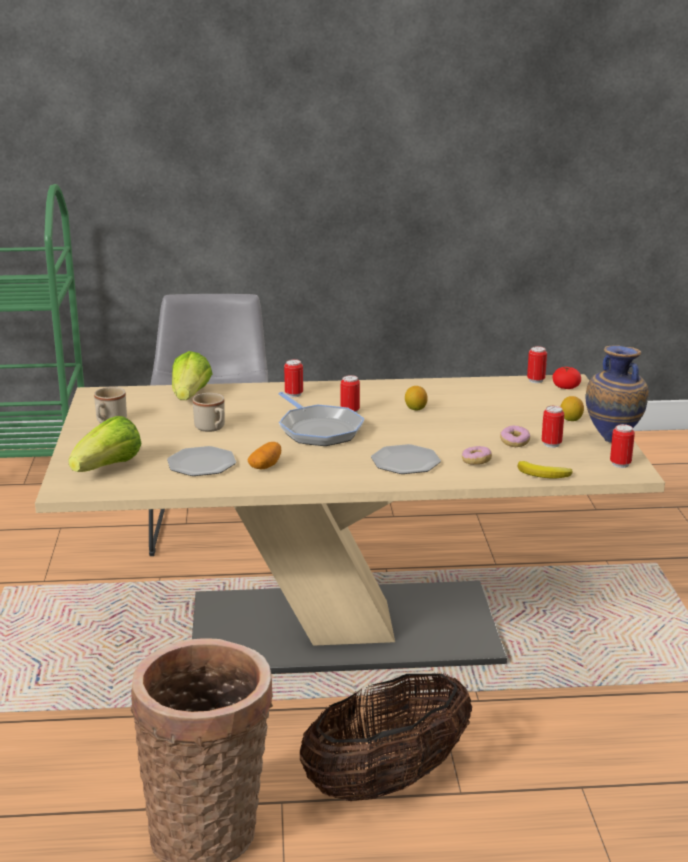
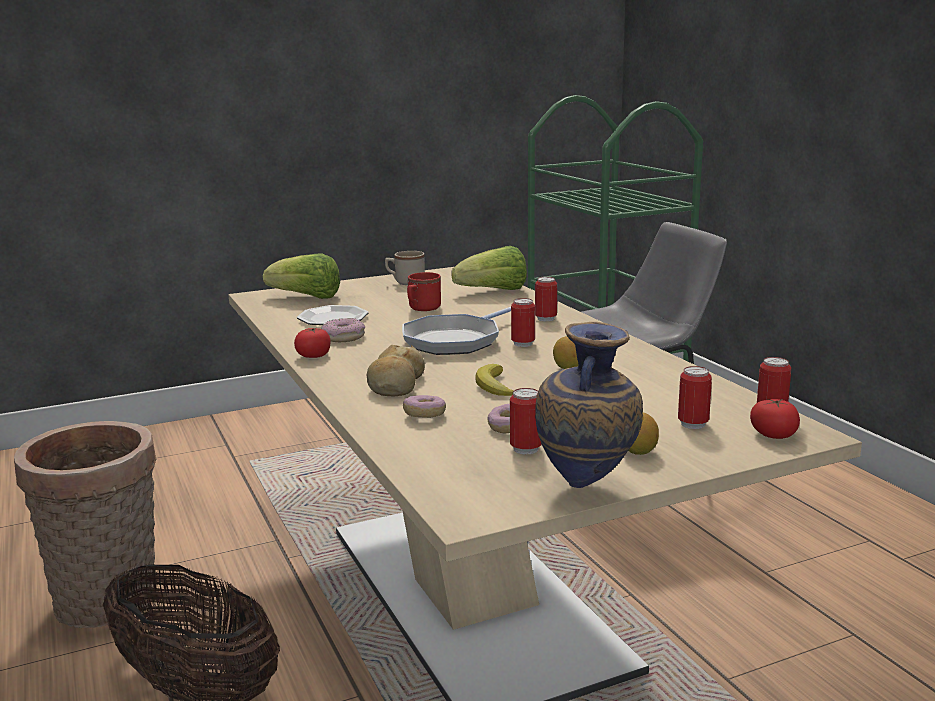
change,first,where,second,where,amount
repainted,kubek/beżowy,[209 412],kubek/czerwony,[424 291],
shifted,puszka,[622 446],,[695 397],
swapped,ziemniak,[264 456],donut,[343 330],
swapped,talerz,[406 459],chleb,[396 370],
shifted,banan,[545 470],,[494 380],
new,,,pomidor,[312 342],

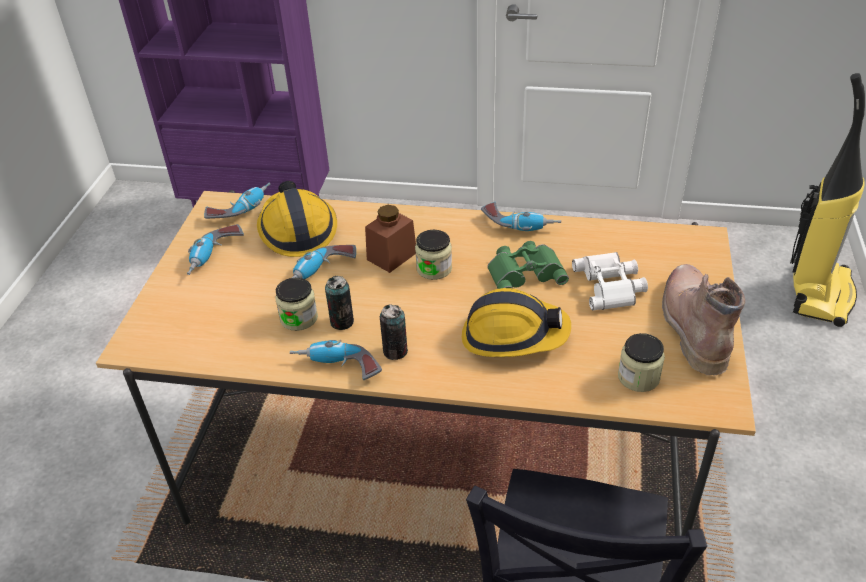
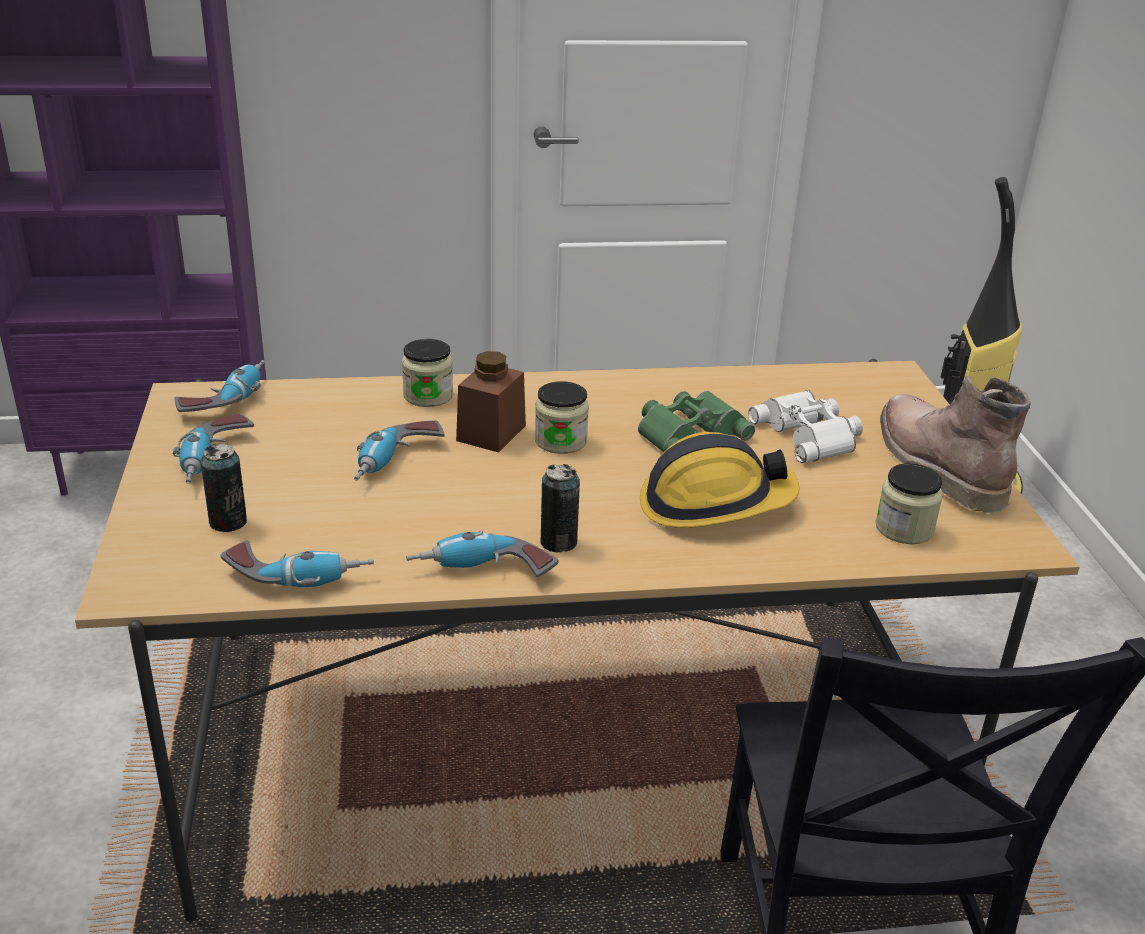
change,first,where,second,where,amount
gone,kask,[297 219],,,
shifted,wiertarka,[521 216],,[297 563],
shifted,puszka,[339 303],,[224 487],
shifted,słoik,[296 304],,[427 373],

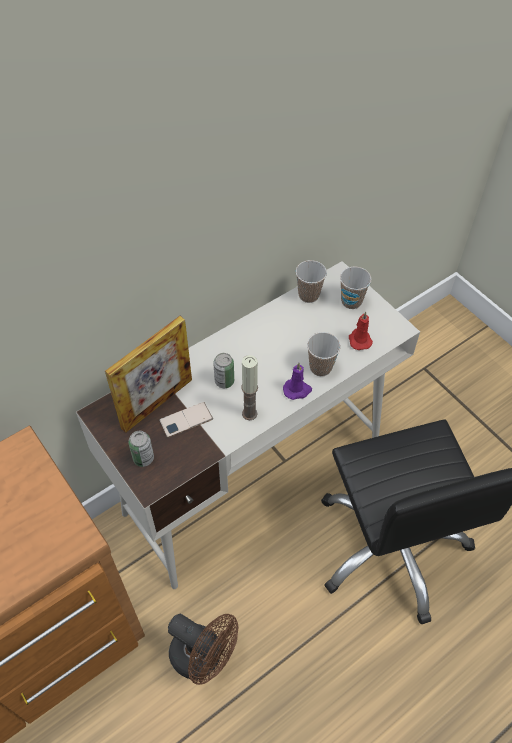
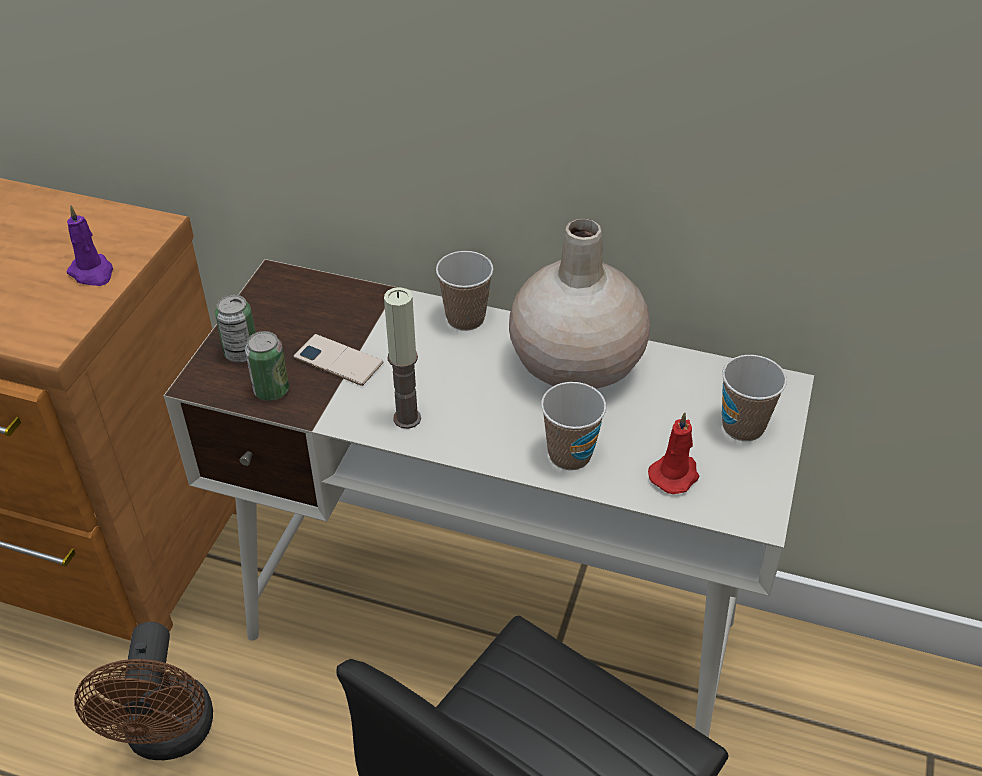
change,first,where,second,where,amount
shifted,filiżanka,[311 281],,[465 291],
gone,ramka na zdjęcie,[148 374],,,
shifted,puszka,[223 370],,[267 366],
shifted,świeca/fioletowy,[297 381],,[90 245],
new,,,wazon/beżowy,[579 303],

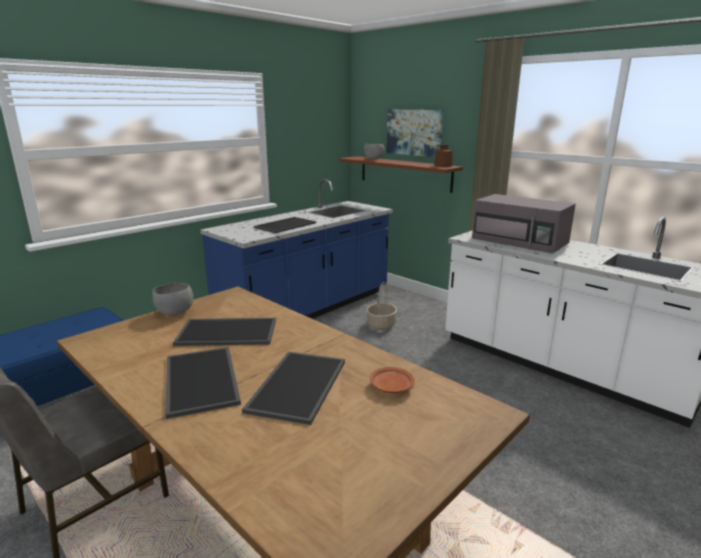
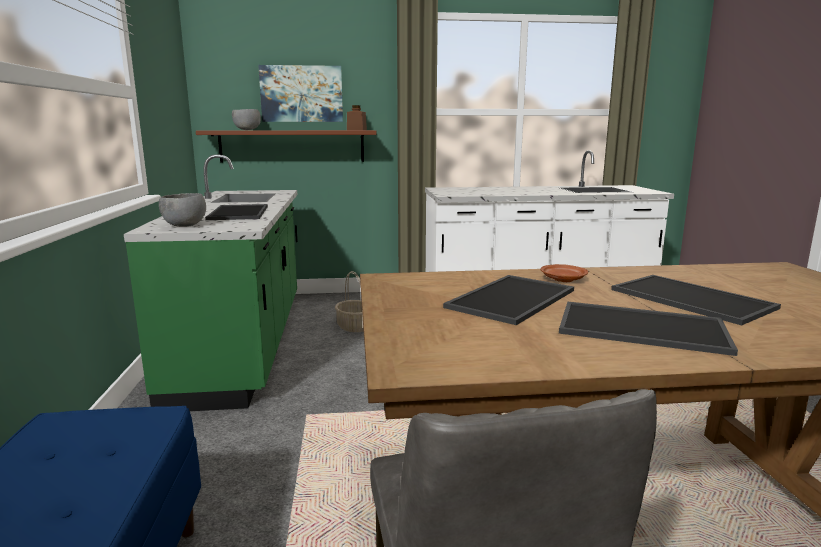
change,first,where,second,where,amount
repainted,zabudowa kuchenna/niebieski,[296 249],zabudowa kuchenna/zielony,[211 282],
gone,mikrofalówka/szary,[524 223],,,
shifted,miska/szary,[172 299],,[182 210],
shifted,talerz/brązowy,[392 380],,[564 273],

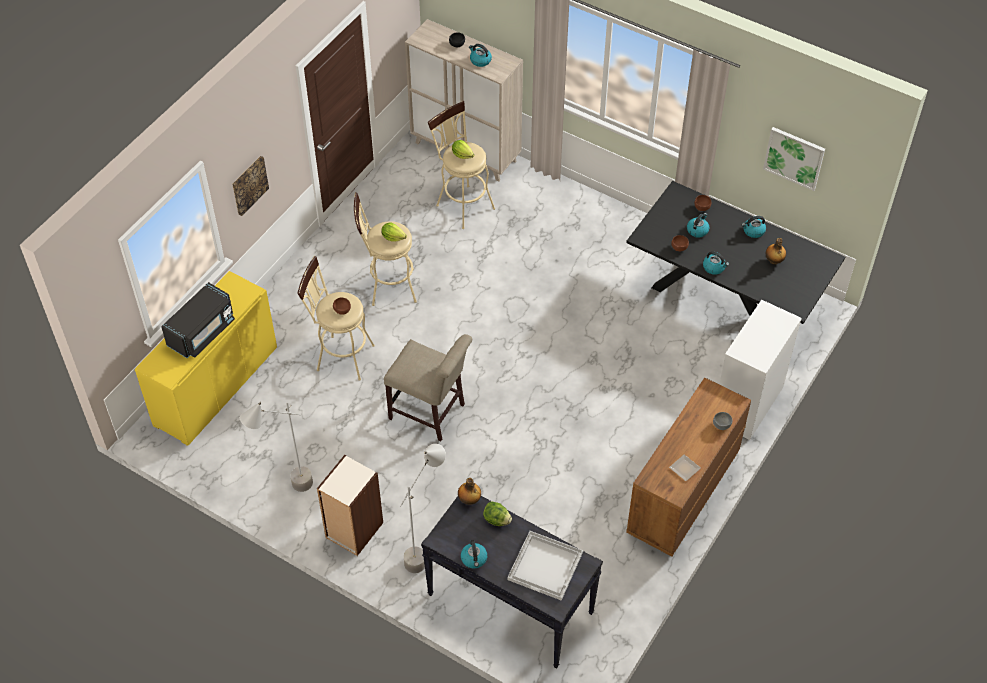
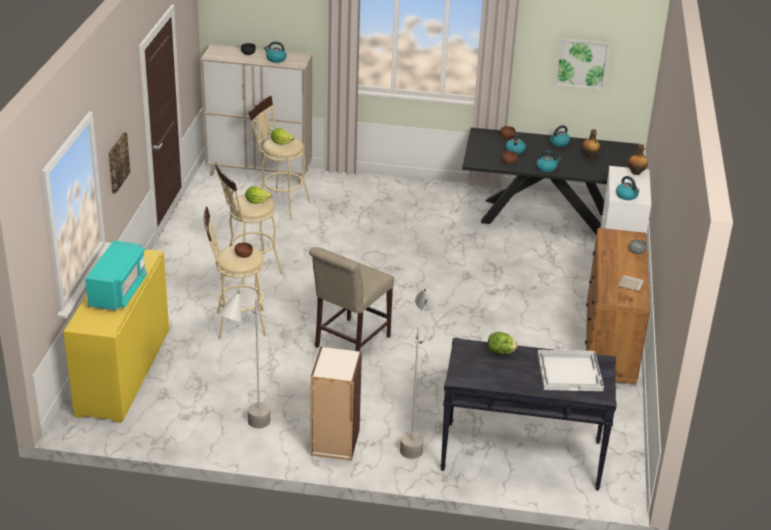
change,first,where,second,where,amount
repainted,mikrofalówka/czarny,[198 320],mikrofalówka/turkusowy,[116 275],
rotated,krzesło/beżowy,[428 387],,[351 299],120 degrees clockwise
shifted,butelka,[469 491],,[638 159],
shifted,czajnik,[474 554],,[627 188],

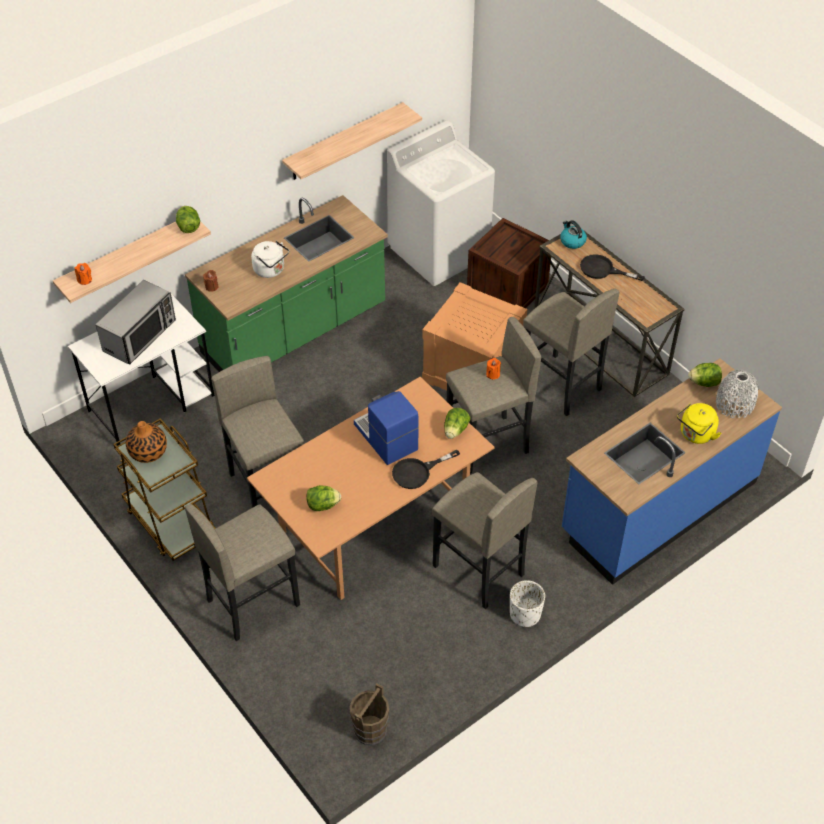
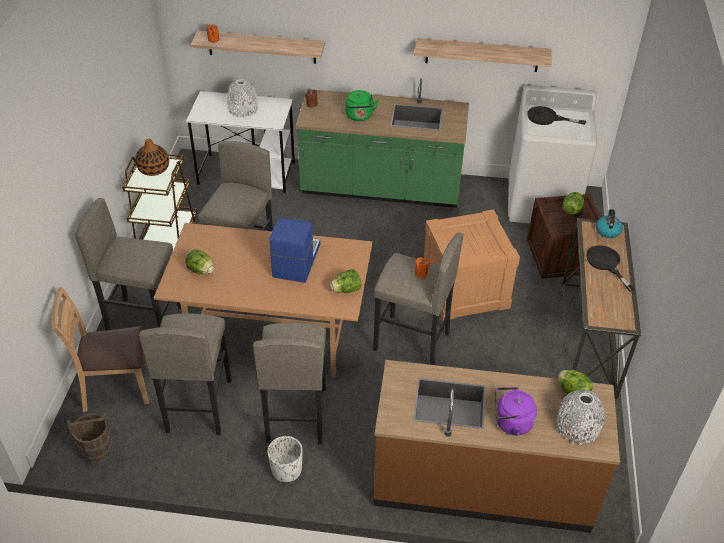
change,first,where,second,where,amount
shifted,sałata,[188 219],,[573 203],
repainted,czajnik/biały,[270 259],czajnik/zielony,[362 105],
swapped,mikrofalówka,[136 322],wazon/biały,[242 98],
shifted,stołek/szary,[571 352],,[185 374],
repainted,zabudowa kuchenna/niebieski,[672 471],zabudowa kuchenna/brązowy,[497 446],
repainted,czajnik/żółty,[699 423],czajnik/fioletowy,[516 411],
shifted,patelnia/czarny,[426 469],,[556 115],
new,,,krzesło/brązowy,[100 349],

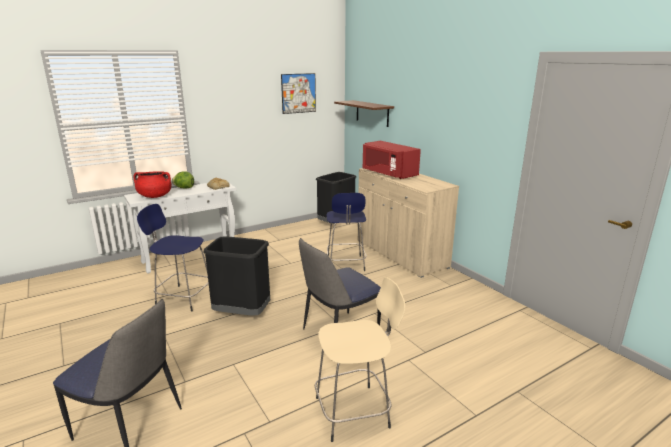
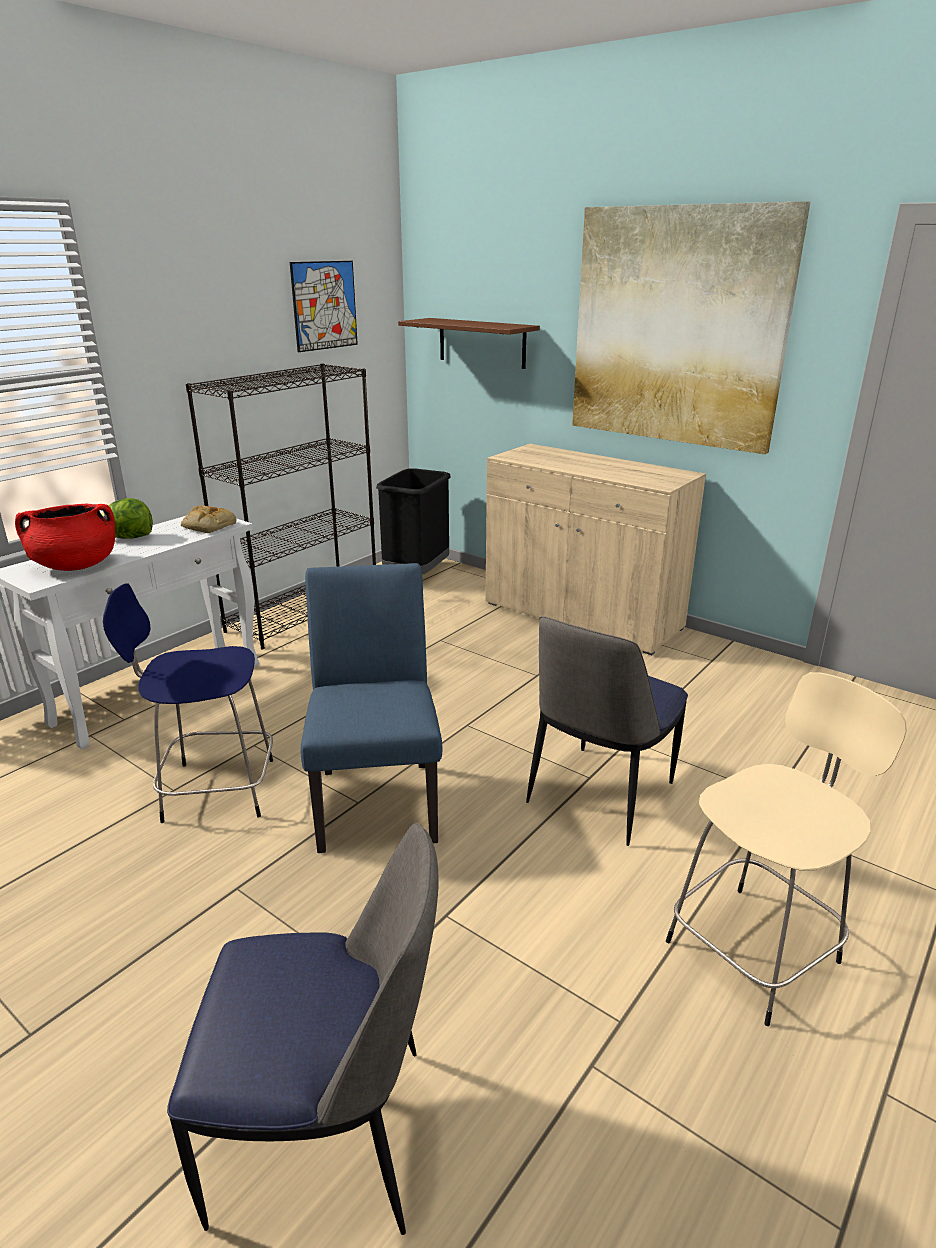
change,first,where,second,where,amount
gone,mikrofalówka/czerwony,[392 160],,,
gone,stołek/niebieski,[347 232],,,
swapped,kosz na śmieci/czarny,[236 276],krzesło/niebieski,[371 708],
new,,,obraz,[691 327],
new,,,regał/czarny,[281 506],

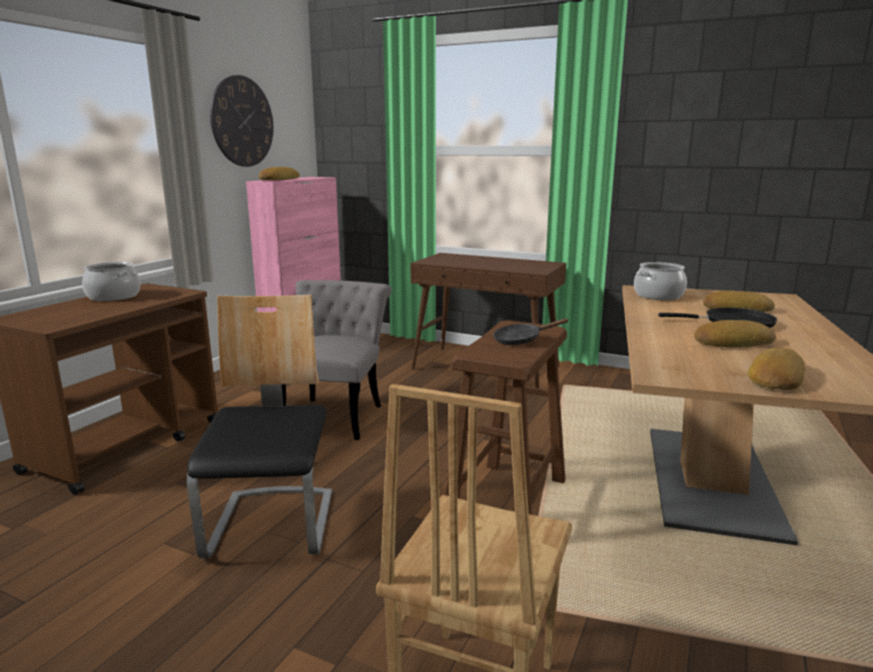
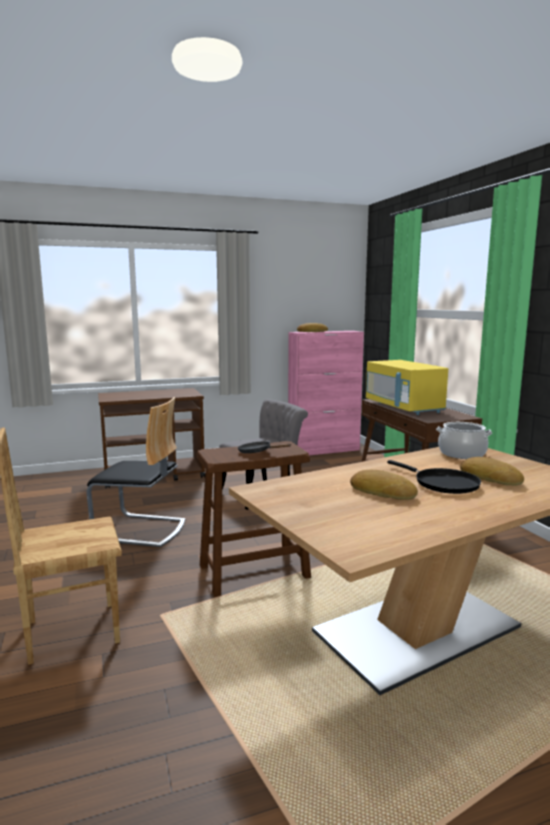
change,first,where,second,where,amount
gone,zegar ścienny,[241 121],,,
gone,garnek,[111 281],,,
rotated,krzesło,[259 426],,[135 472],60 degrees clockwise
gone,chleb,[776 369],,,
new,,,mikrofalówka/żółty,[407 387],

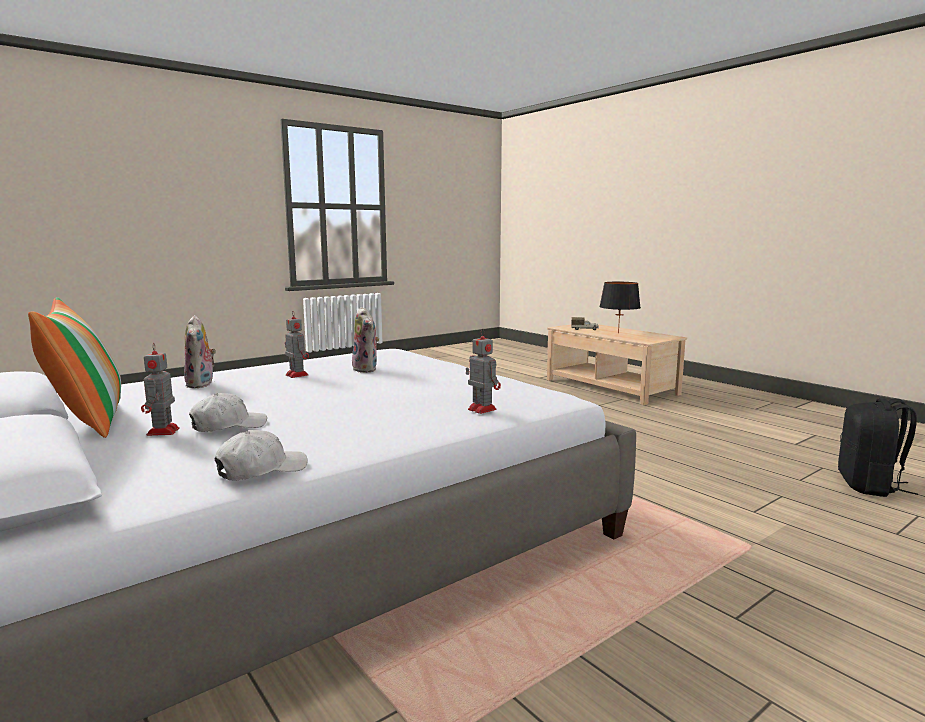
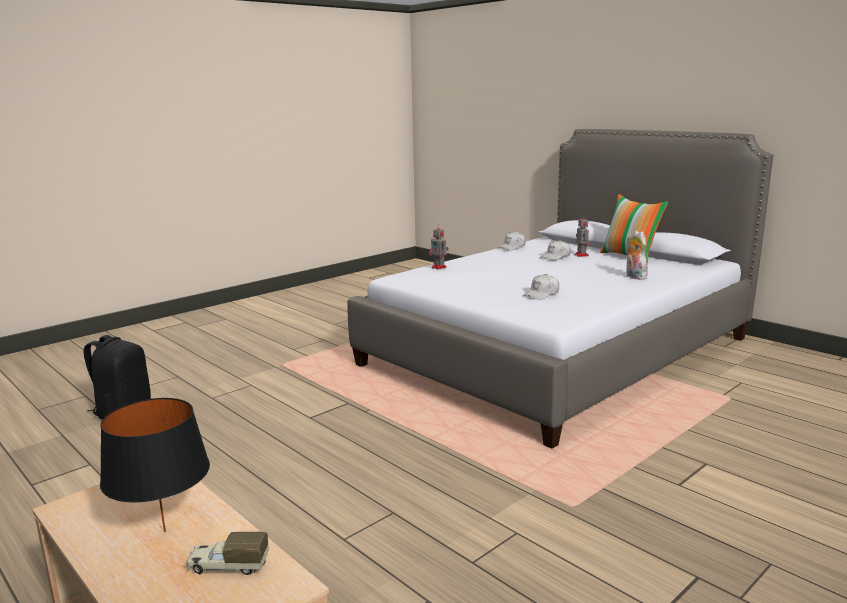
change,first,where,second,where,amount
swapped,pluszak,[365 340],czapka z daszkiem/biały,[541 287],
gone,robot zabawkowy,[297 344],,,

